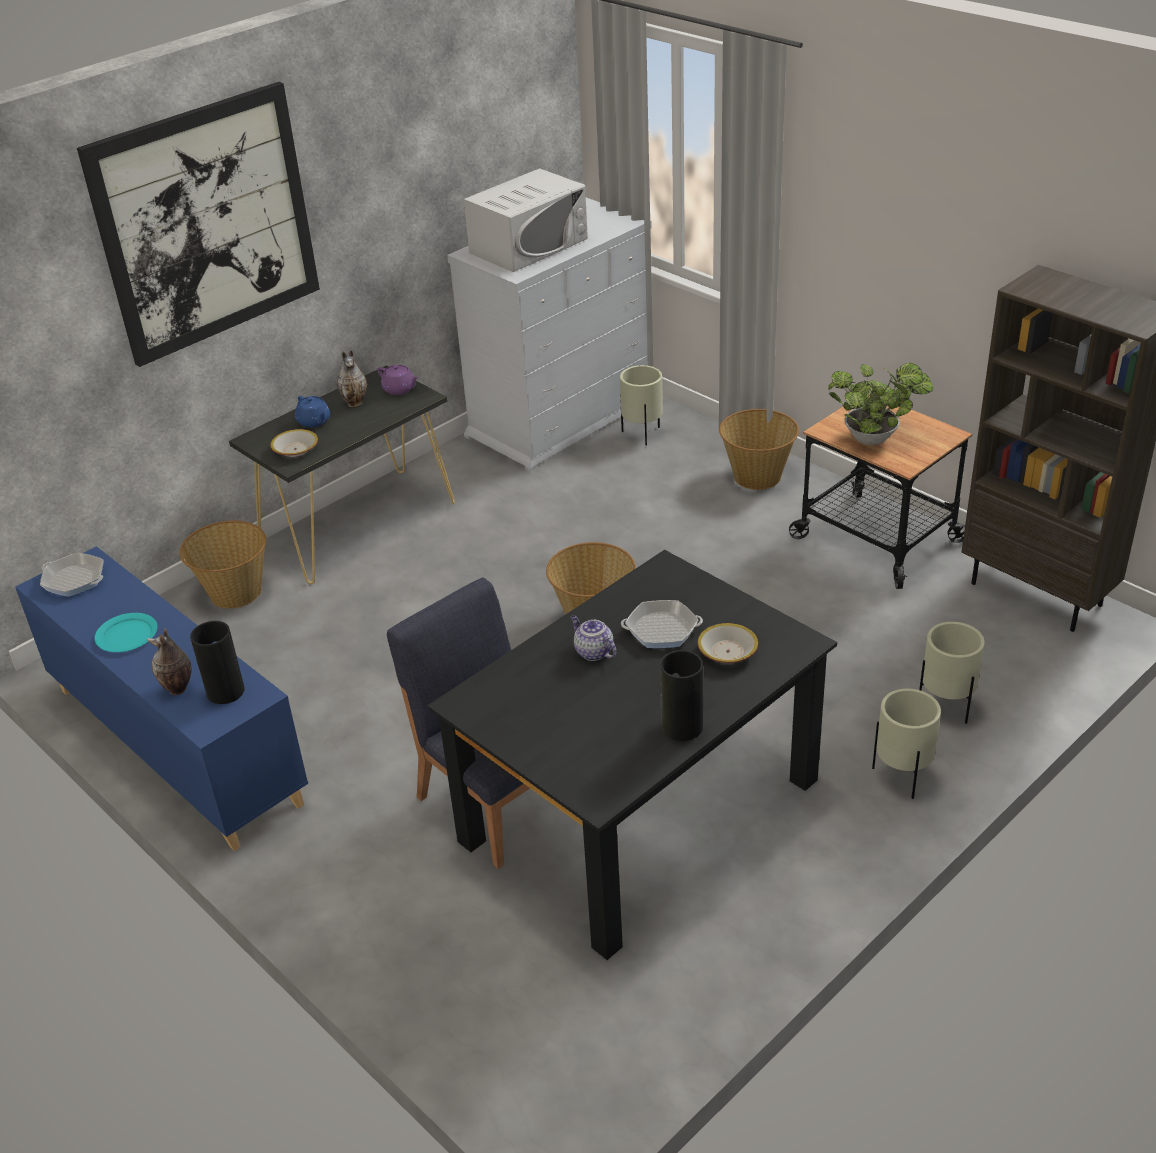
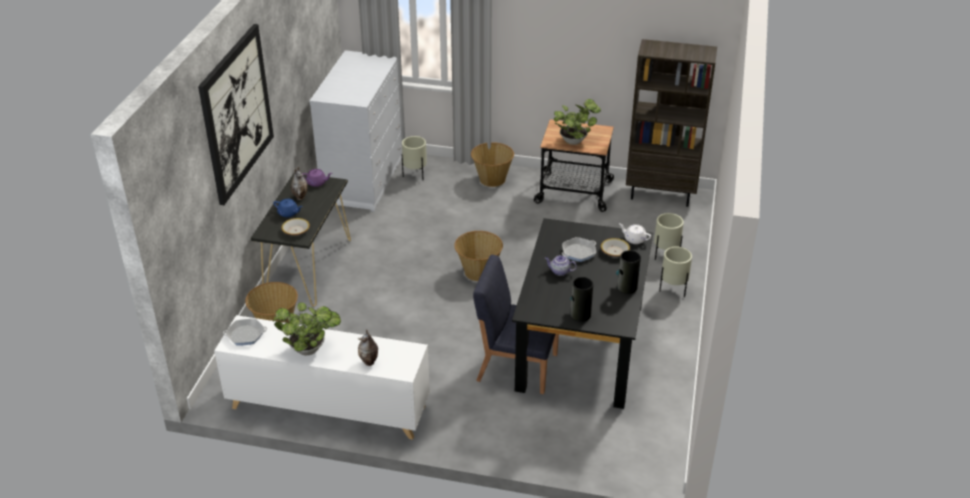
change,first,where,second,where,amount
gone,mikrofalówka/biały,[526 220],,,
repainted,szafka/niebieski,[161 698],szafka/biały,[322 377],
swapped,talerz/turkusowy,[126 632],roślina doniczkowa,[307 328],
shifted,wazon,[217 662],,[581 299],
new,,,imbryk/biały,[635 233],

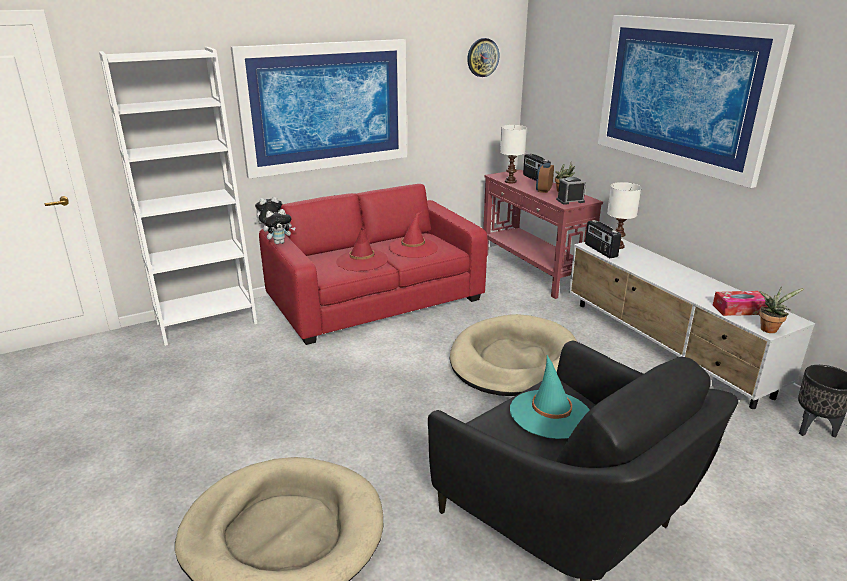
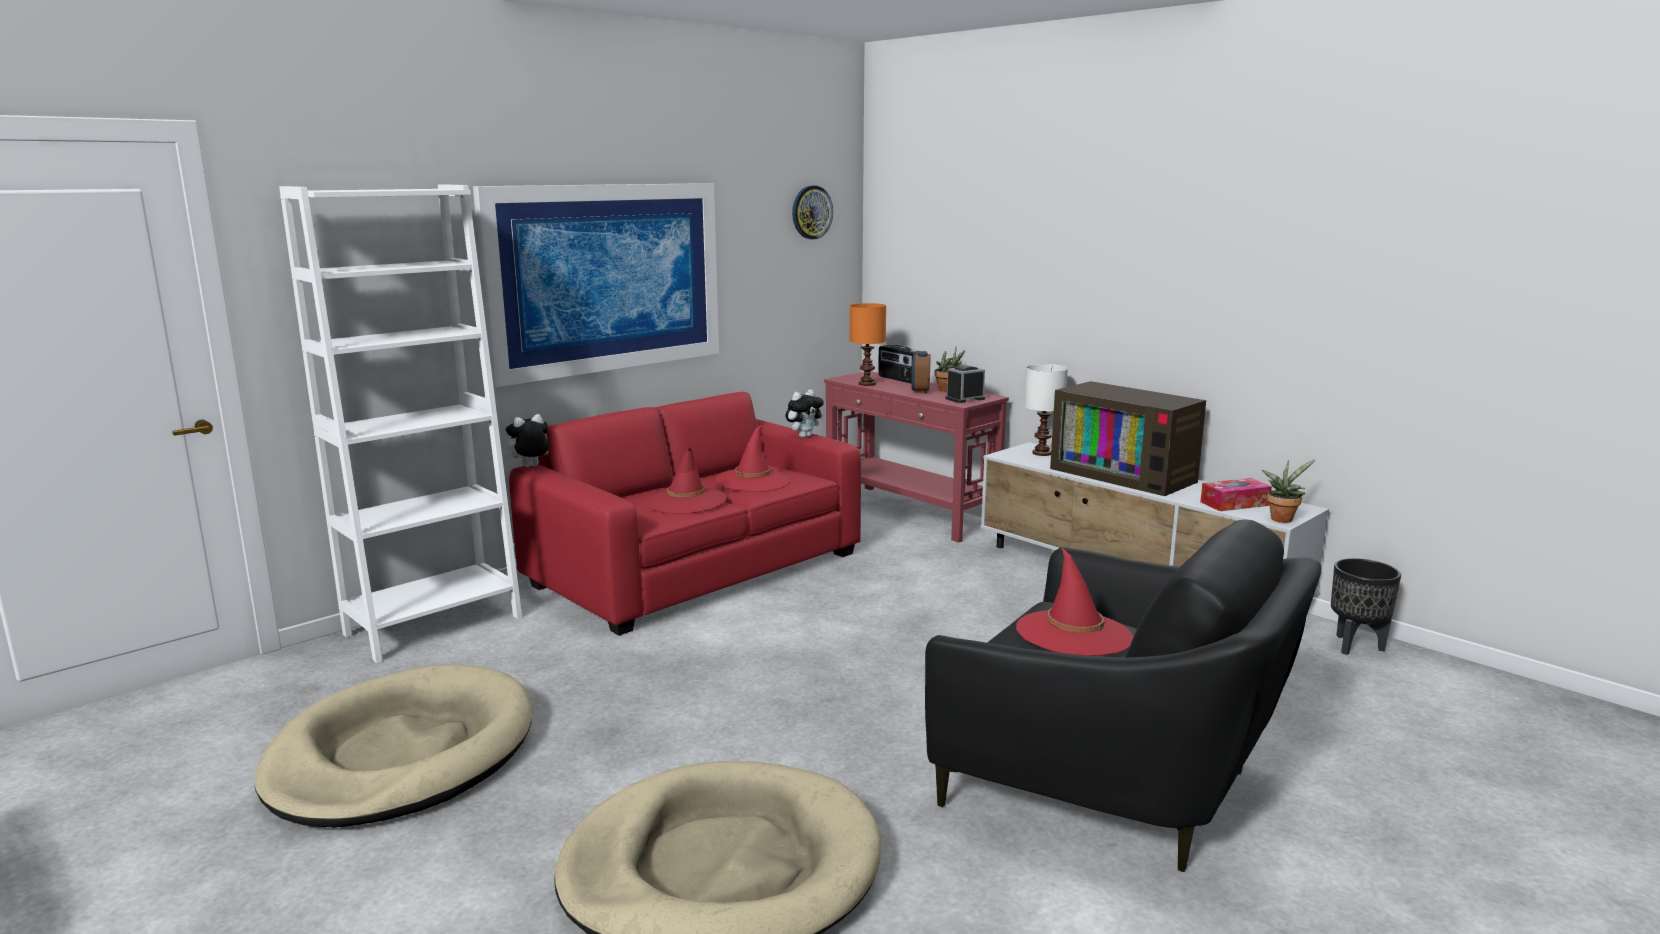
change,first,where,second,where,amount
gone,obraz,[696 101],,,
repainted,lampa stołowa/biały,[513 154],lampa stołowa/pomarańczowy,[868 344],
shifted,pluszak,[279 226],,[804 414],
gone,radio,[603 239],,,
shifted,legowisko/beżowy,[513 355],,[393 745],
repainted,kapelusz/turkusowy,[549 397],kapelusz/czerwony,[1074 602],
new,,,telewizor,[1128 438],

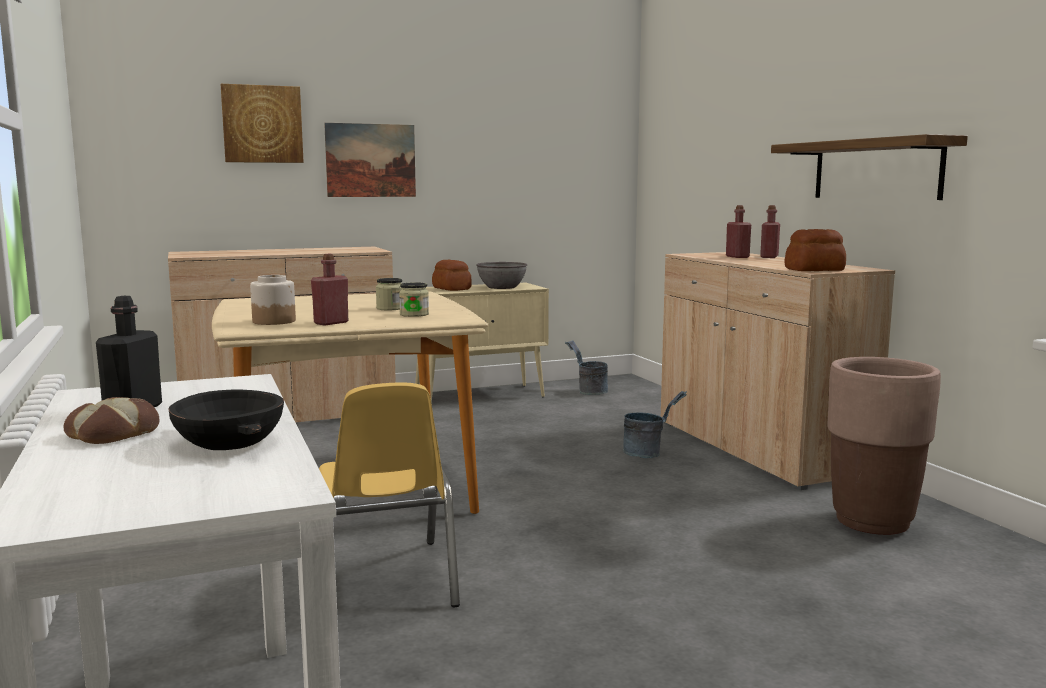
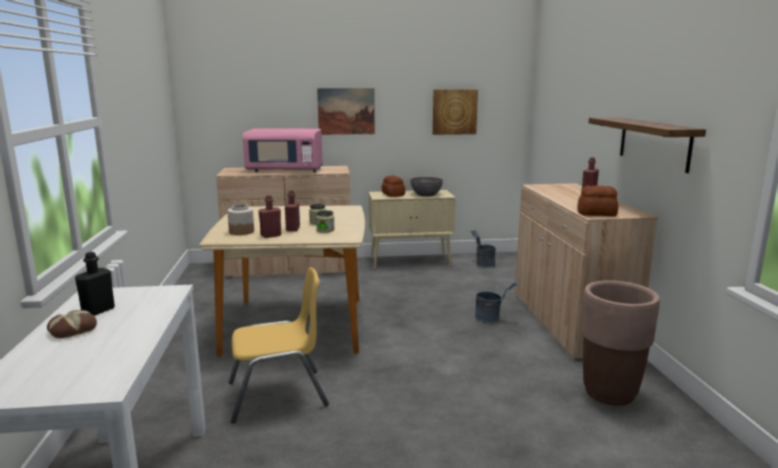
change,first,where,second,where,amount
shifted,obraz,[262 123],,[455 112],
shifted,butelka/czerwony,[738 231],,[292 210],
rotated,krzesło/żółty,[389 495],,[279 345],105 degrees counterclockwise
gone,miska/czarny,[226 420],,,
new,,,mikrofalówka/różowy,[283 150],

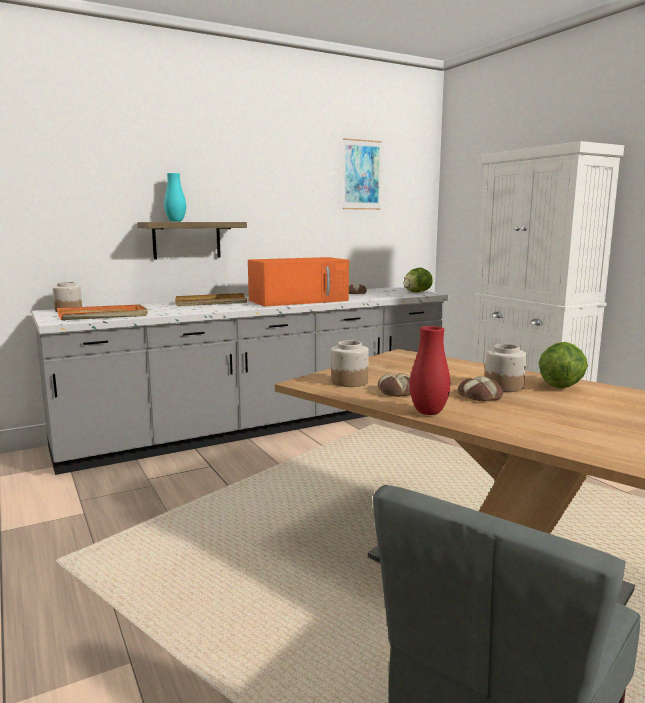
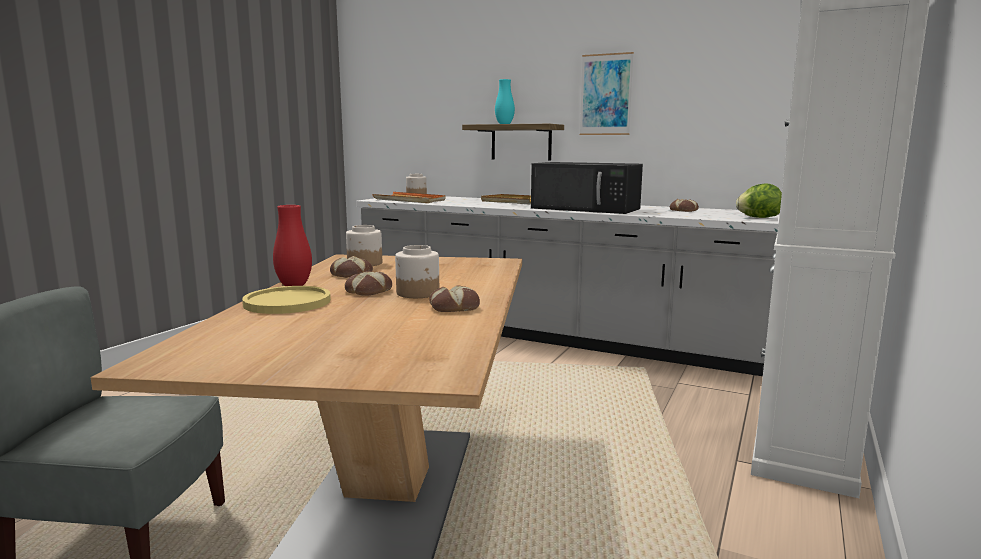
change,first,where,second,where,amount
shifted,obraz,[362 174],,[607 93],
repainted,mikrofalówka/pomarańczowy,[298 282],mikrofalówka/czarny,[587 188],
swapped,sałata,[563 365],chleb,[454 299],
new,,,talerz/żółty,[286 300],

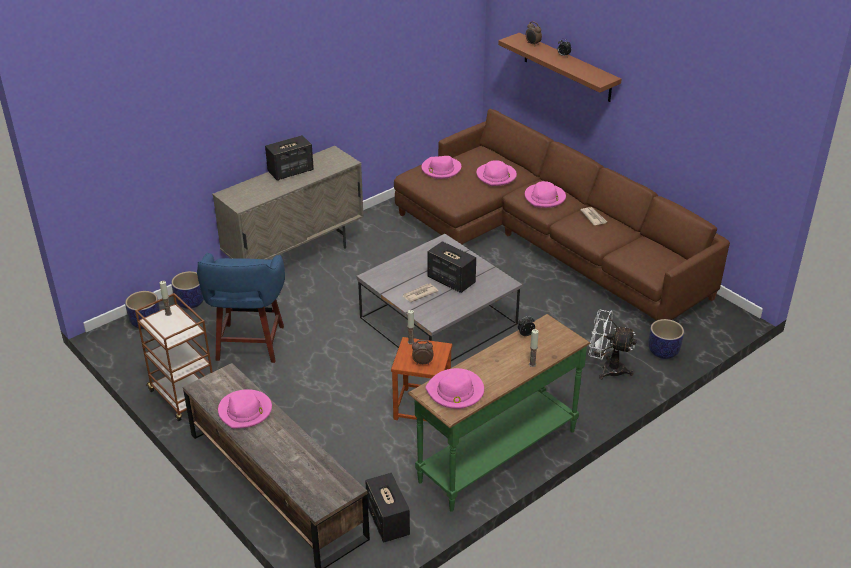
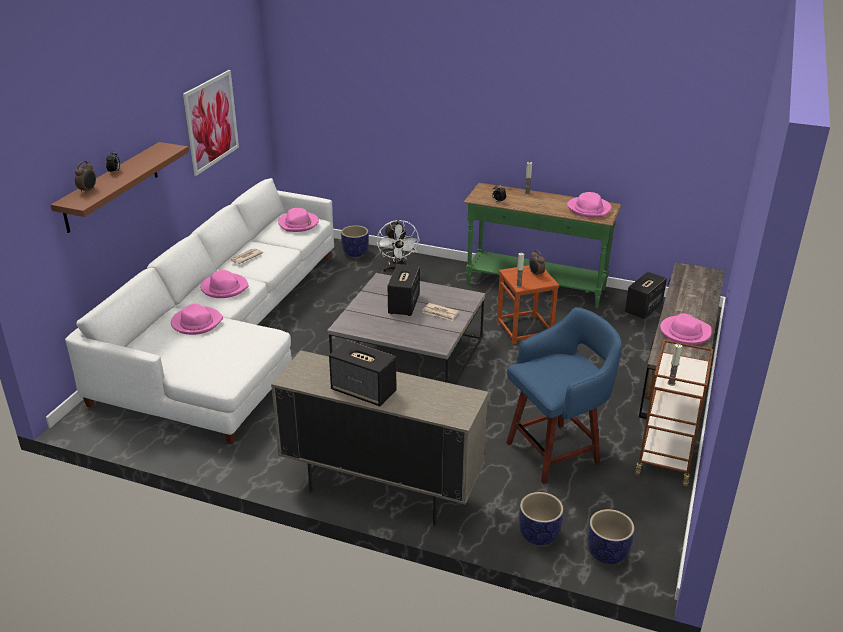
change,first,where,second,where,amount
repainted,kanapa/brązowy,[562 215],kanapa/biały,[199 311],
shifted,kapelusz/różowy,[441 167],,[298 220],
new,,,obraz,[211 123],

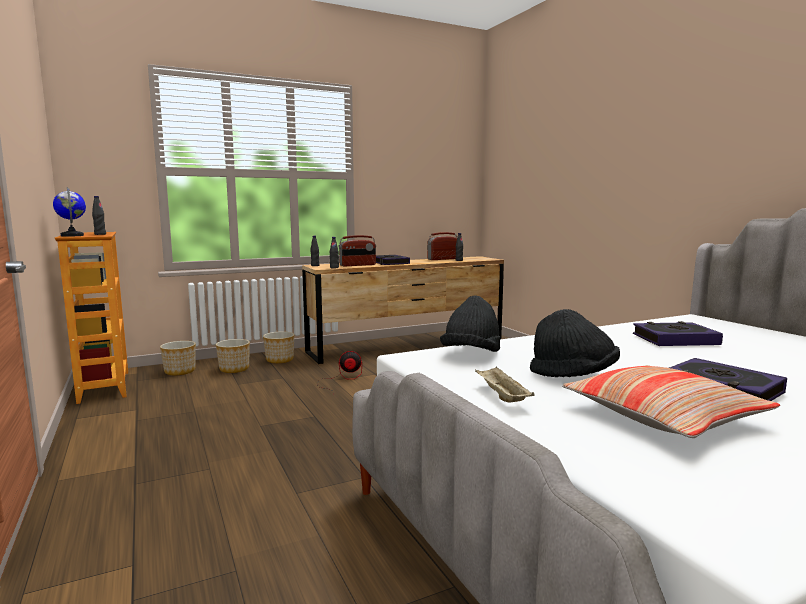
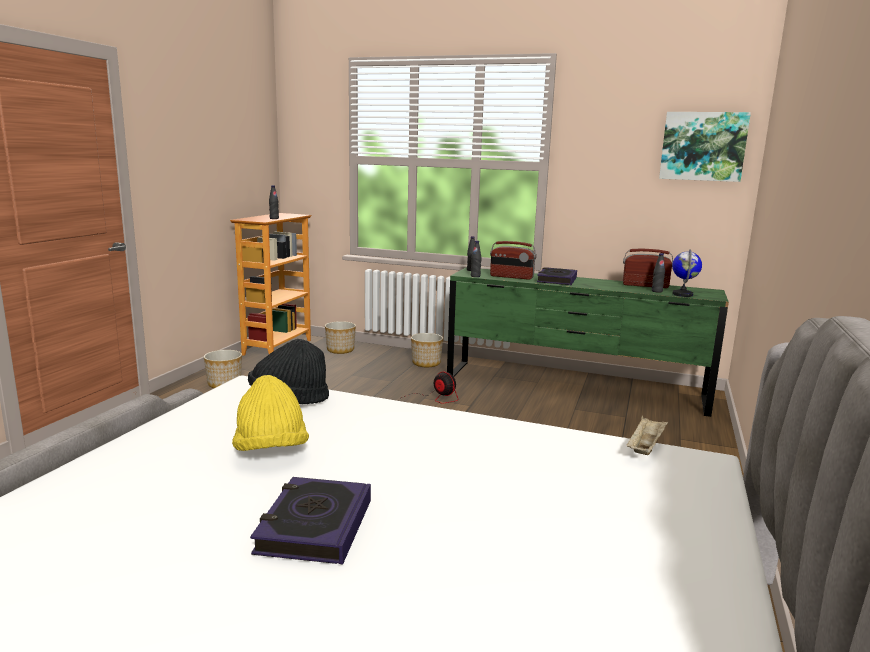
change,first,where,second,where,amount
shifted,globus,[69 212],,[687 273],
repainted,komoda/brązowy,[403 310],komoda/zielony,[588 342],
repainted,kapelusz/czarny,[575 343],kapelusz/żółty,[270 413],
gone,książka,[678 333],,,
shifted,donica,[233 356],,[223 369],
gone,poduszka,[671 401],,,
shifted,taca/beżowy,[505 384],,[647 435],
new,,,obraz,[705 147],

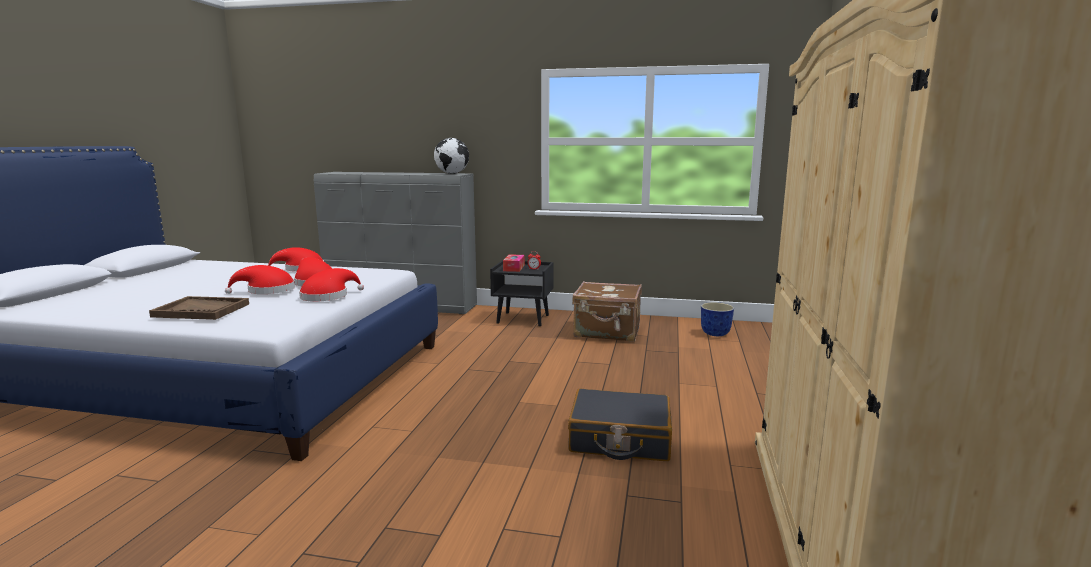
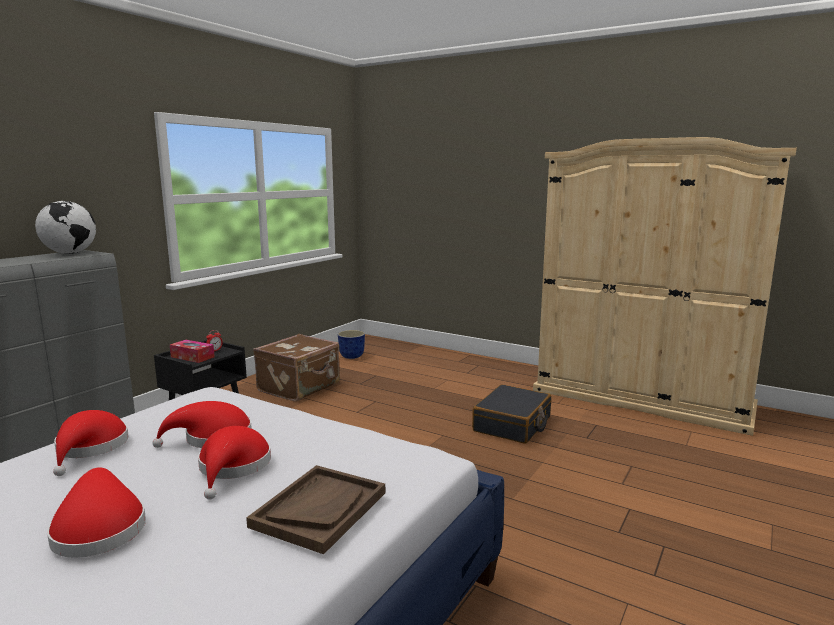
change,first,where,second,where,amount
shifted,kapelusz/czerwony,[331 285],,[96 512],

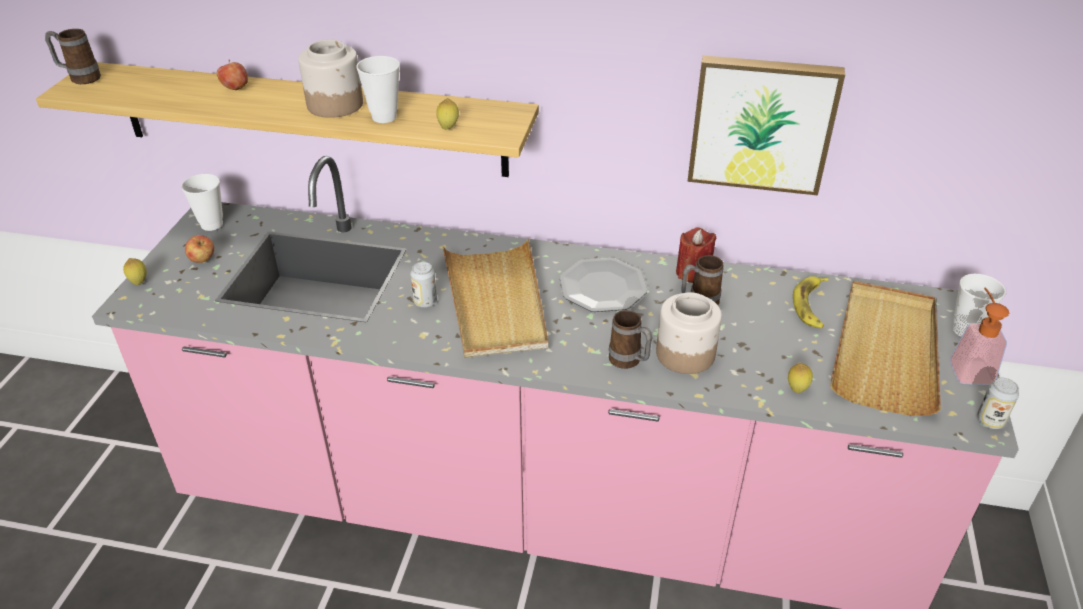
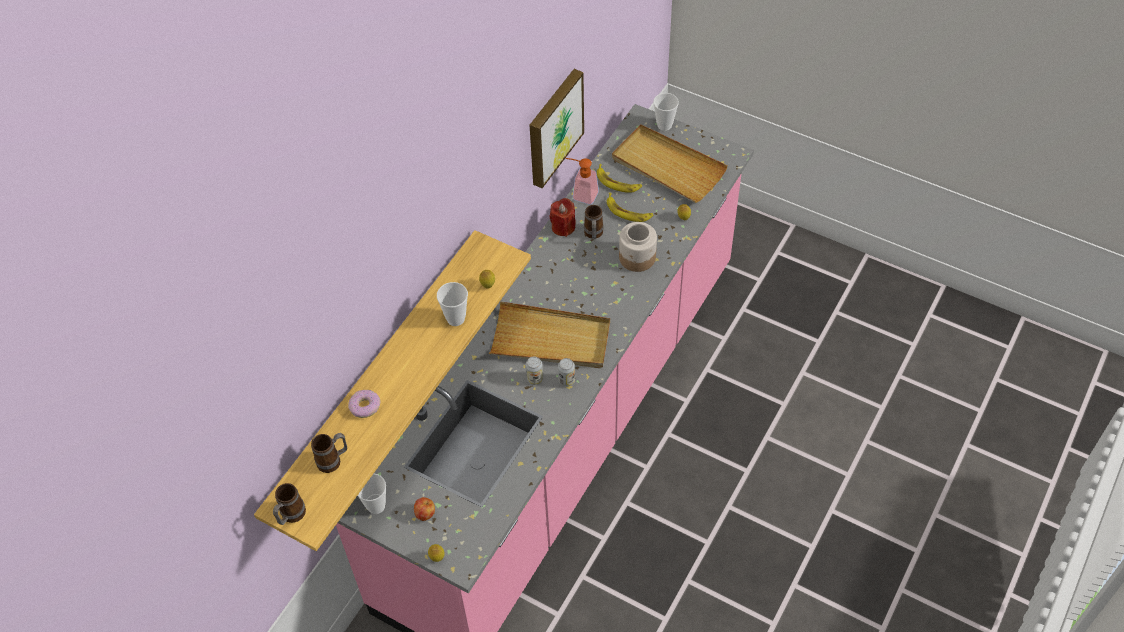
change,first,where,second,where,amount
gone,słoik,[330 78],,,
swapped,jabłko,[232 75],donut,[364 404],
gone,talerz,[603 285],,,
shifted,dozownik mydła,[979 336],,[582 181],
shifted,kubek,[631 339],,[329 453],
shifted,puszka,[998 403],,[566 372],
new,,,banan,[630 207],

